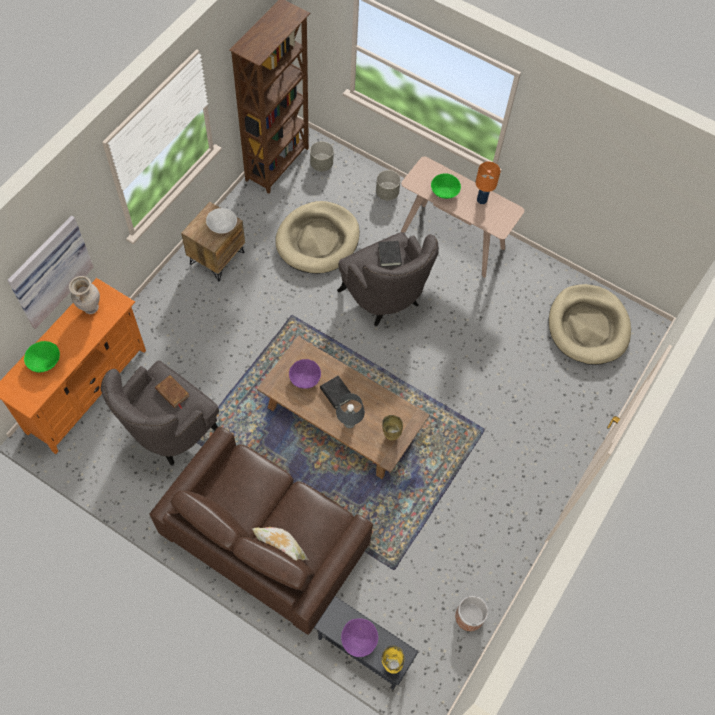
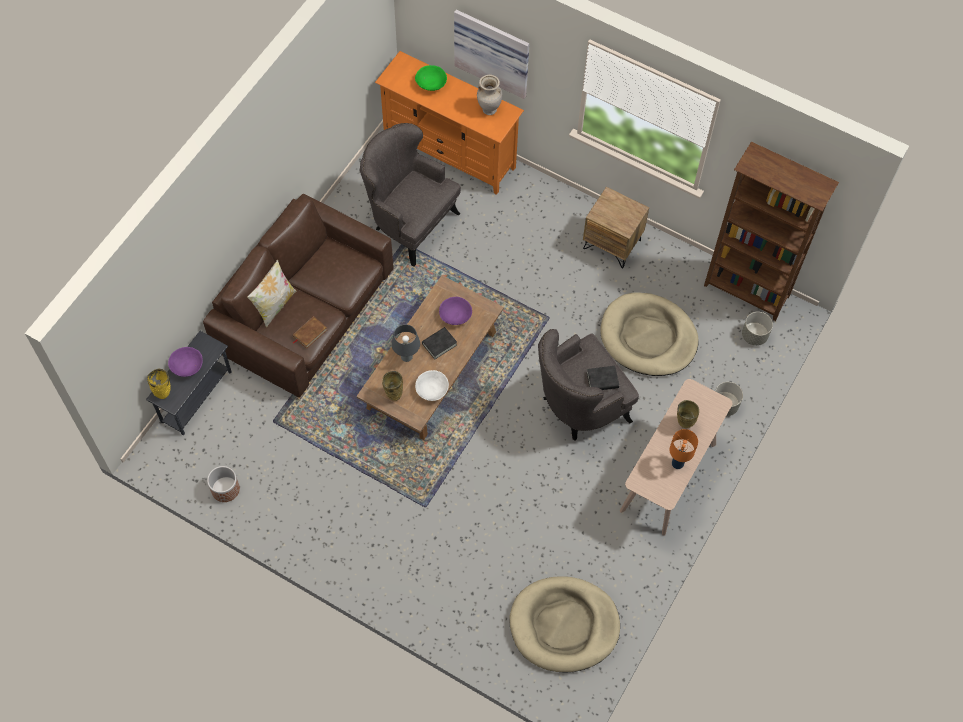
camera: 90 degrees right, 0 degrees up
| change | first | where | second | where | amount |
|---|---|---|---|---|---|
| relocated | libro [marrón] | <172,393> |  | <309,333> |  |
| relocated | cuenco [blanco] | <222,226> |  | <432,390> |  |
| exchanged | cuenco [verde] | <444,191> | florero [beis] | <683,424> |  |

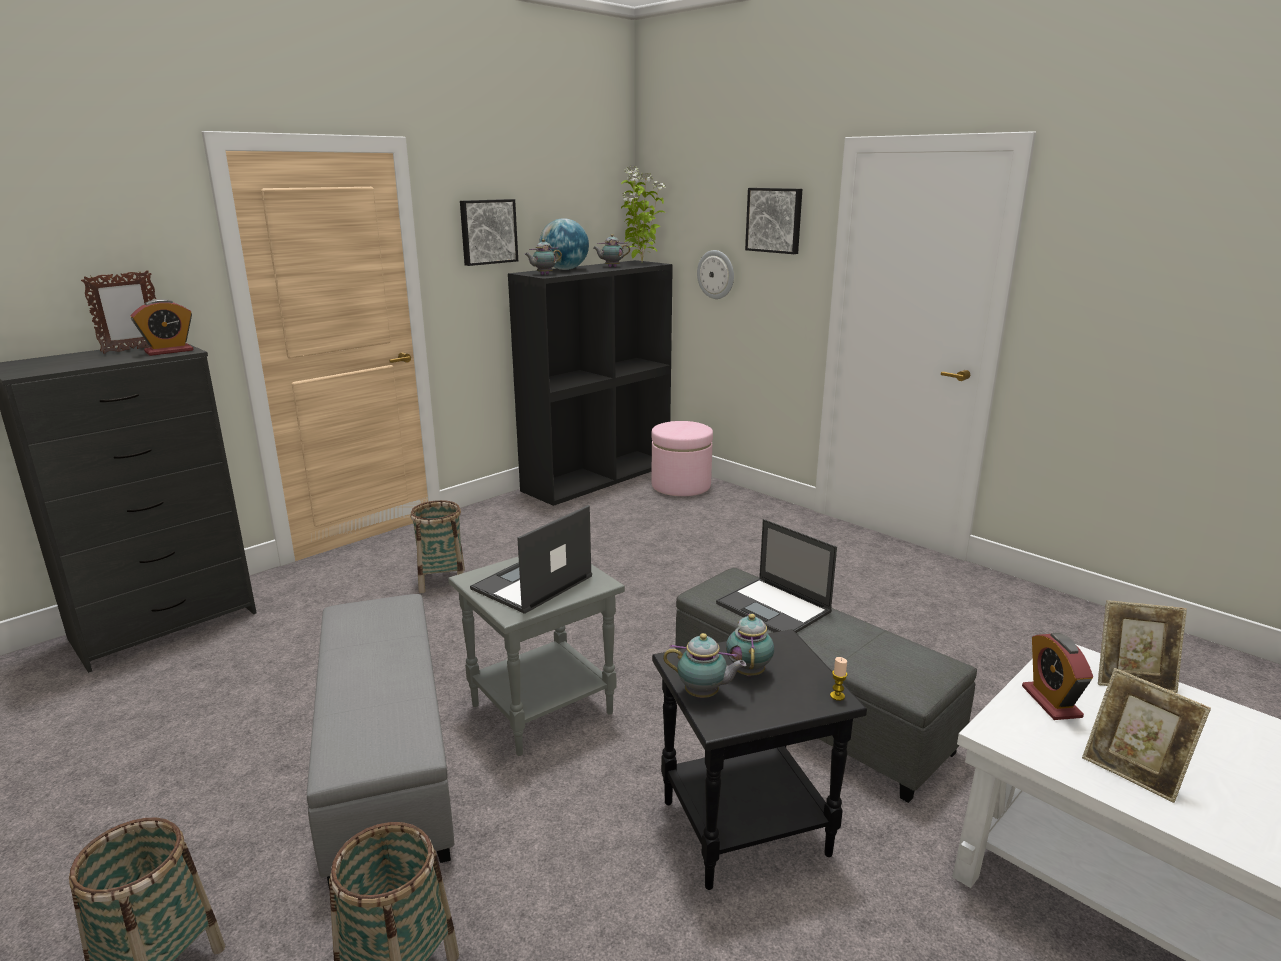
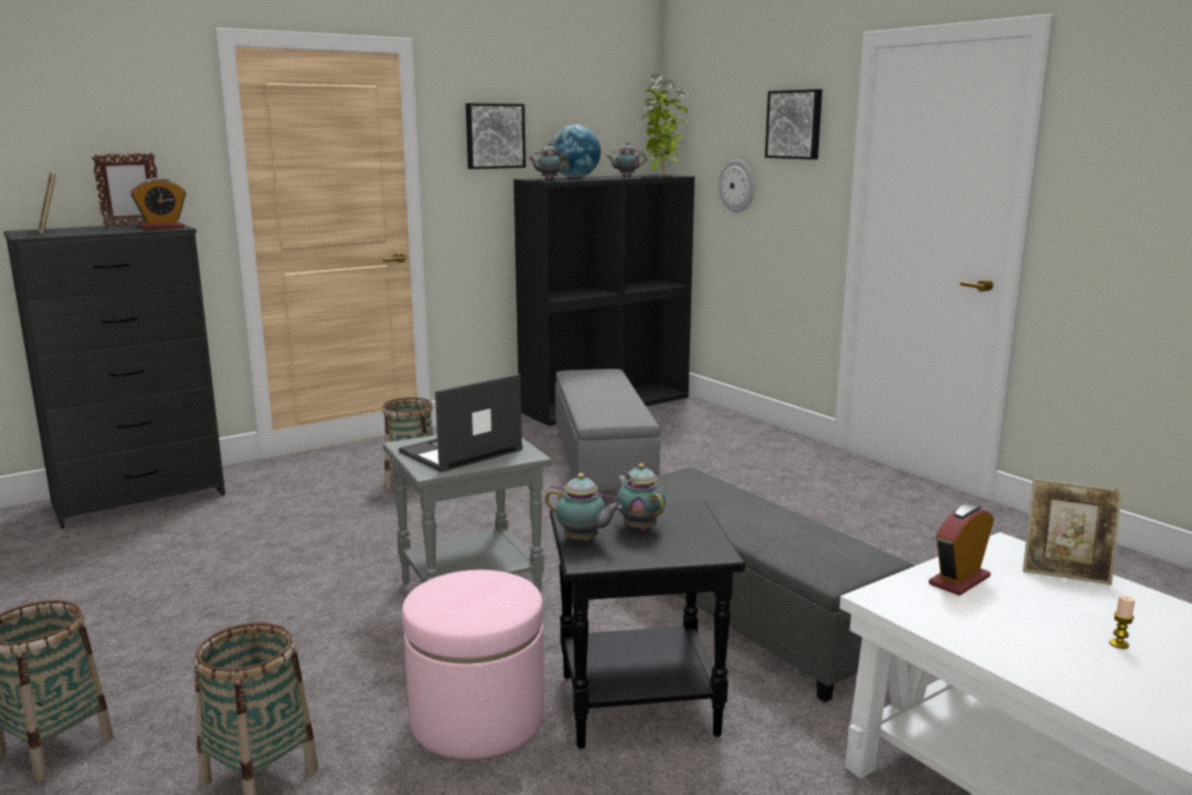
camera: 10 degrees right, 5 degrees down
| change | first | where | second | where | amount |
|---|---|---|---|---|---|
| relocated | portarretratos | <1133,773> |  | <51,231> |  |
| relocated | puf [rosa] | <681,485> |  | <477,719> |  |
| relocated | puf [gris] | <384,763> |  | <601,464> |  |
| spun | tetera | <749,671> |  | <639,527> | 45 degrees counterclockwise |
| spun | despertador | <1051,702> |  | <959,580> | 45 degrees clockwise |
| relocated | vela | <837,696> |  | <1119,644> |  |
| missing | portátil | <774,608> |  |  |  |

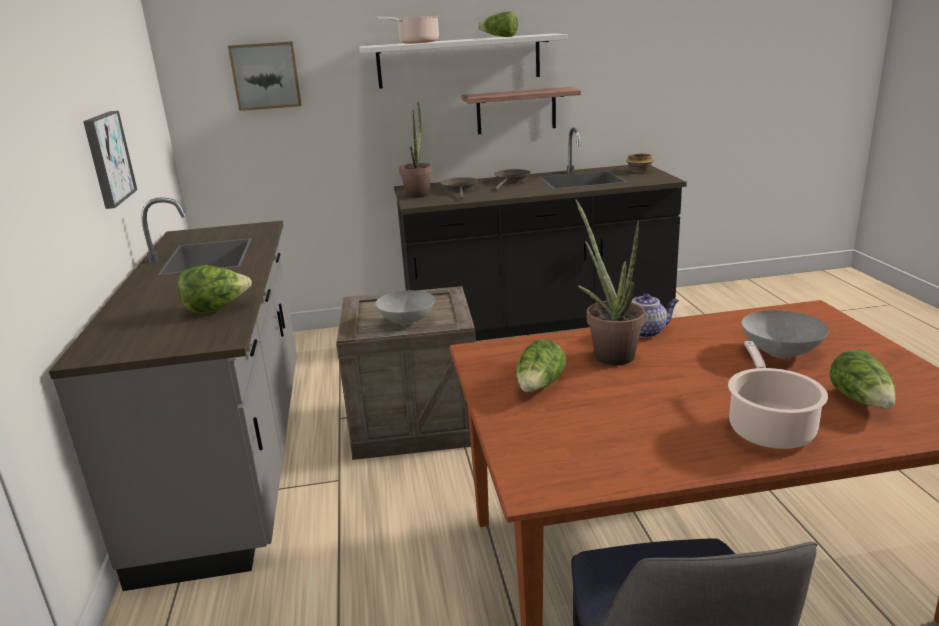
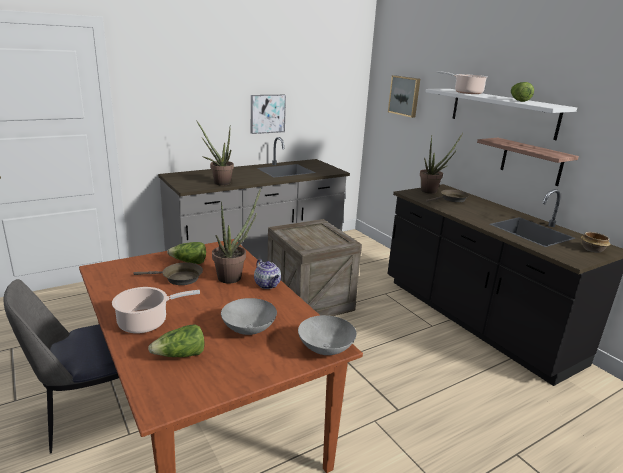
camera: 65 degrees right, 0 degrees up
| change | first | where | second | where | amount |
|---|---|---|---|---|---|
| relocated | sartén [marrón] | <511,181> |  | <179,278> |  |
| exchanged | lechuga | <216,309> | planta en maceta | <219,182> |  |
| relocated | cuenco [gris] | <406,321> |  | <326,349> |  |

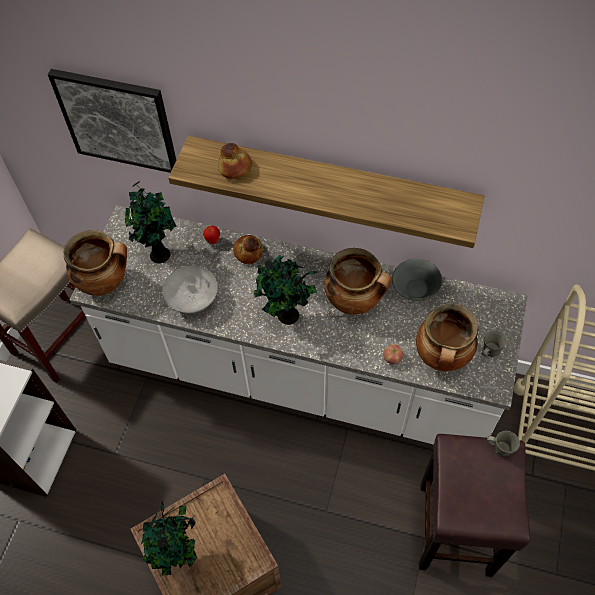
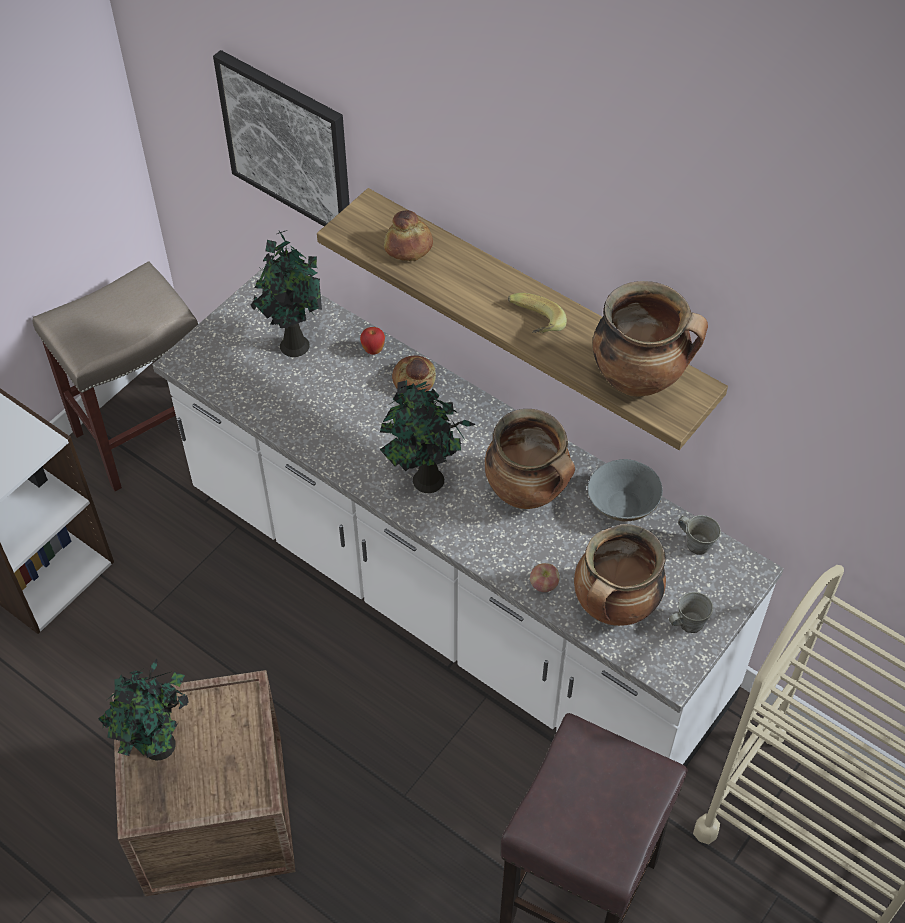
camera: 20 degrees right, 5 degrees down
| change | first | where | second | where | amount |
|---|---|---|---|---|---|
| appeared |  |  | plátano | <531,328> |  |
| relocated | olla | <105,282> |  | <639,379> |  |
| relocated | taza grande [gris] | <500,448> |  | <696,543> |  |
| missing | cuenco [gris] | <192,300> |  |  |  |

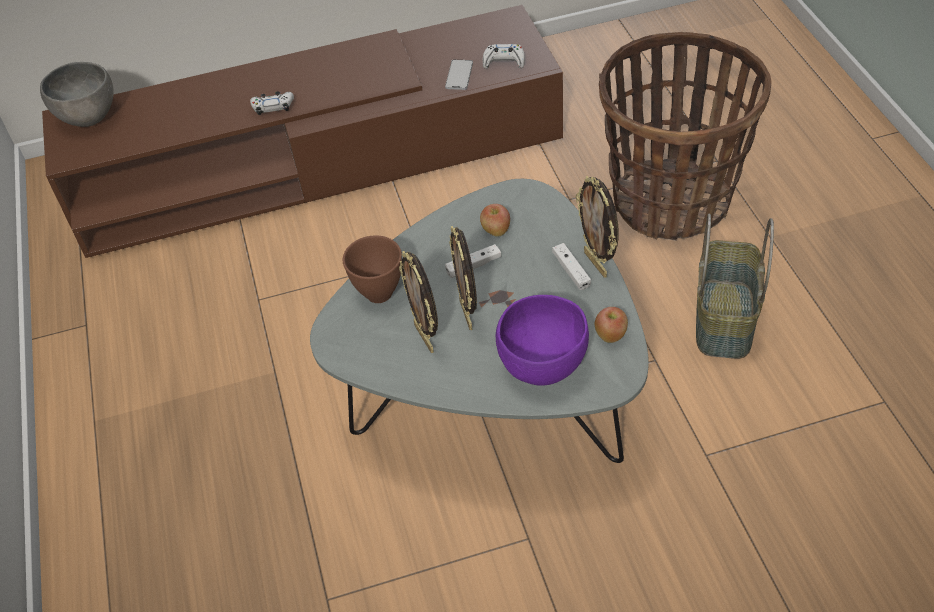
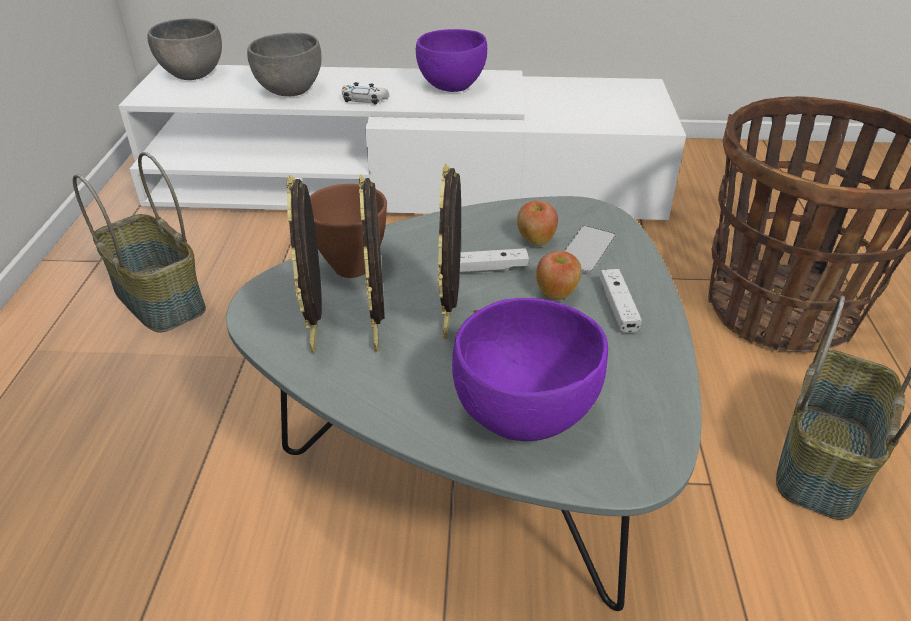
camera: 15 degrees right, 10 degrees down
| change | first | where | second | where | amount |
|---|---|---|---|---|---|
| appeared |  |  | cesta | <161,298> |  |
| colour | mueble de televisión [marrón] | <317,162> | mueble de televisión [blanco] | <405,184> |  |
| appeared |  |  | cuenco [gris] | <289,91> |  |
| relocated | portarretratos | <596,264> |  | <317,332> |  |
| appeared |  |  | cuenco [morado] | <451,86> |  |
| relocated | manzana | <611,335> |  | <557,294> |  |
| relocated | móvil | <459,75> |  | <586,251> |  |
| missing | mando de consola [blanco] | <504,61> |  |  |  |

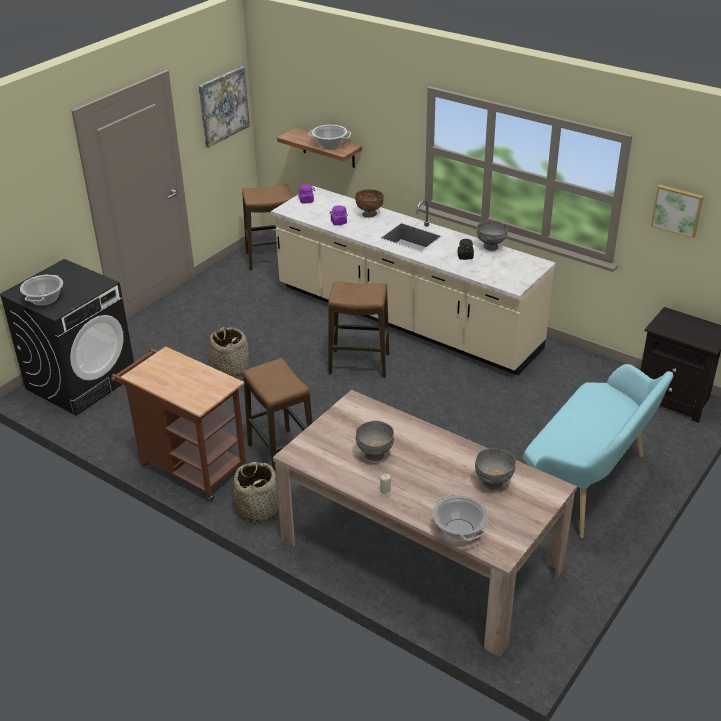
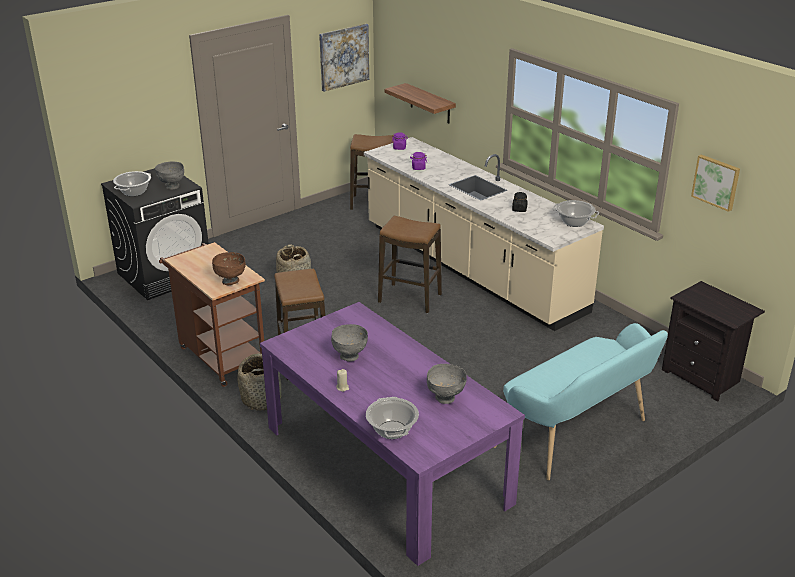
camera: 15 degrees right, 5 degrees down
| change | first | where | second | where | amount |
|---|---|---|---|---|---|
| relocated | cuenco [gris] | <490,247> |  | <172,186> |  |
| relocated | cuenco [marrón] | <369,214> |  | <230,281> |  |
| colour | mesa de comedor [beis] | <419,554> | mesa de comedor [morado] | <386,464> |  |
| relocated | olla | <330,145> |  | <574,222> |  |

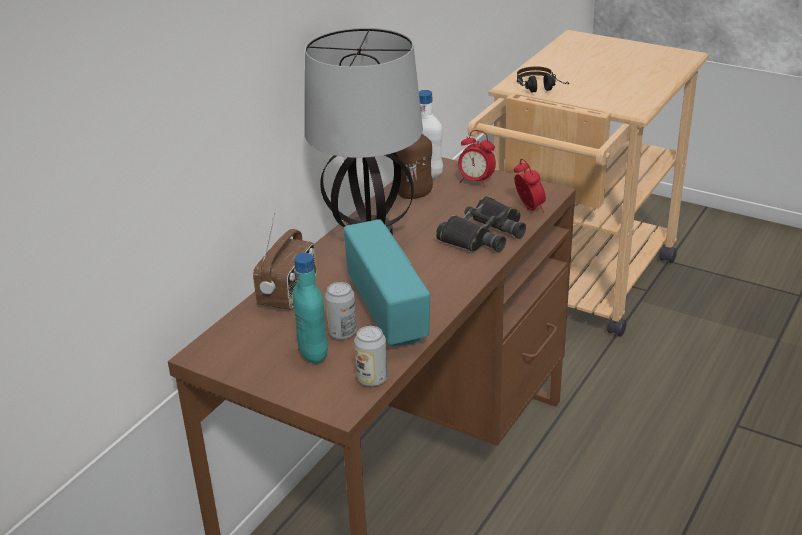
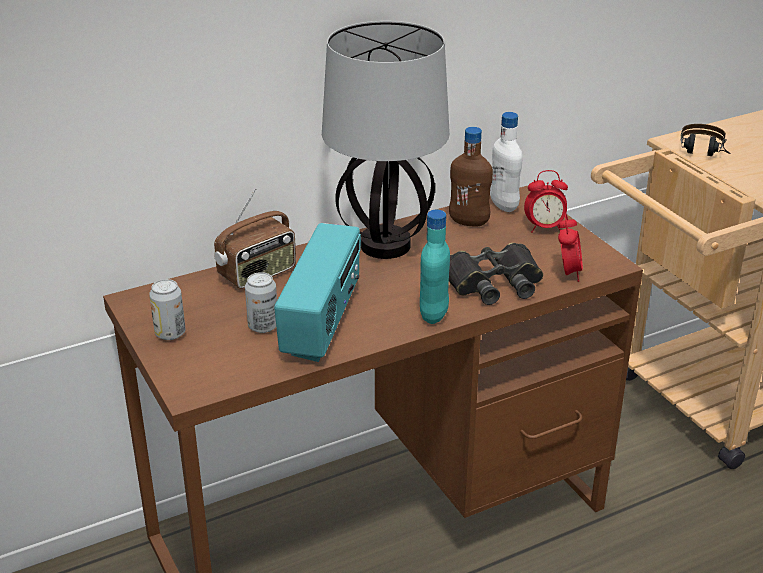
camera: 30 degrees right, 0 degrees up
| change | first | where | second | where | amount |
|---|---|---|---|---|---|
| relocated | lata | <372,379> |  | <170,333> |  |
| relocated | botella [turquesa] | <313,354> |  | <433,314> |  |
| spun | despertador | <475,181> |  | <544,228> | 60 degrees counterclockwise |

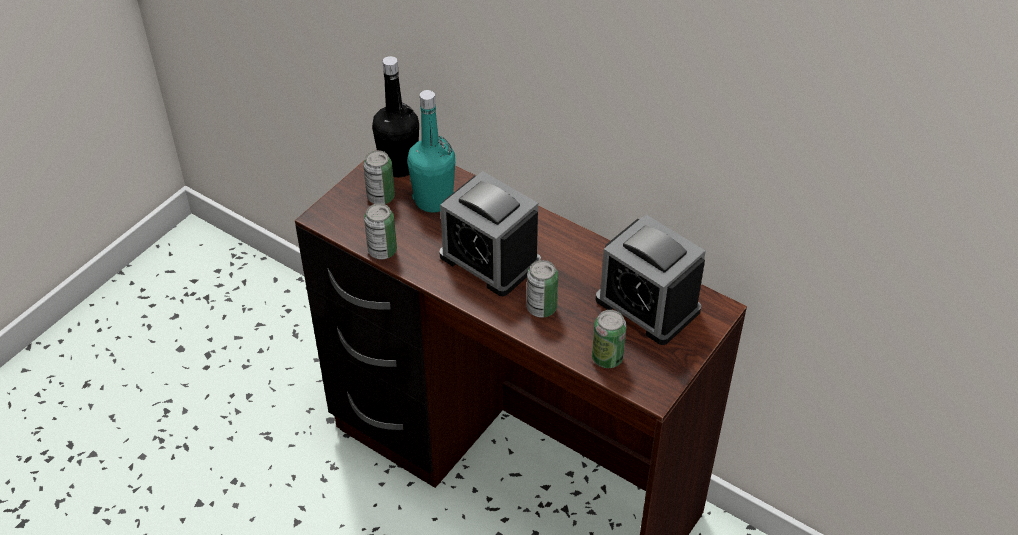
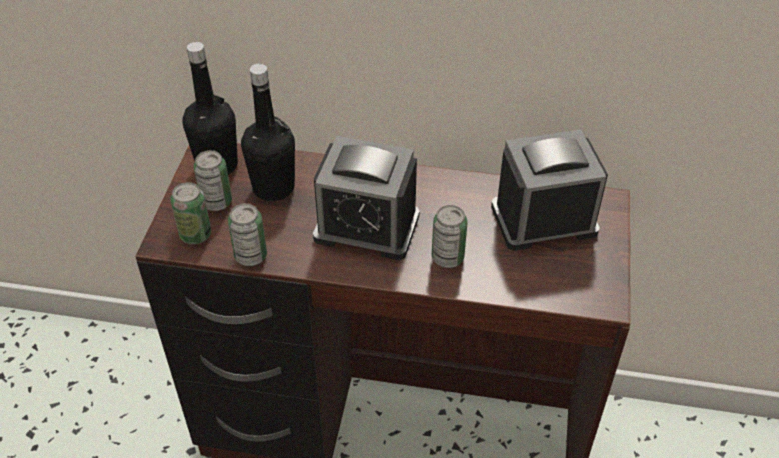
camera: 25 degrees left, 0 degrees up
| change | first | where | second | where | amount |
|---|---|---|---|---|---|
| relocated | lata | <607,358> |  | <195,234> |  |
| colour | botella [turquesa] | <433,200> | botella [negro] | <273,188> |  |
| spun | despertador | <647,305> |  | <544,219> | 150 degrees clockwise |

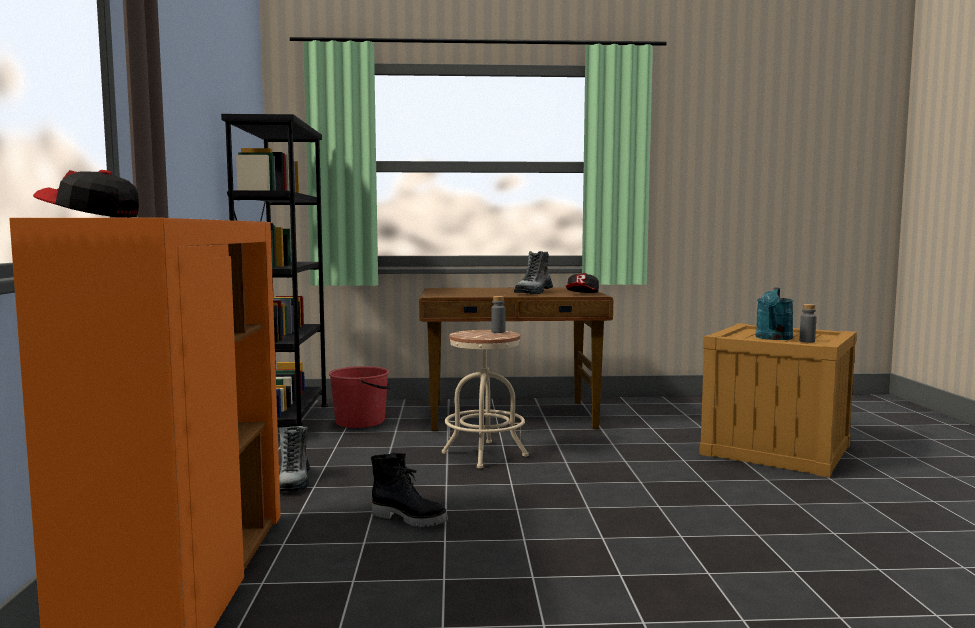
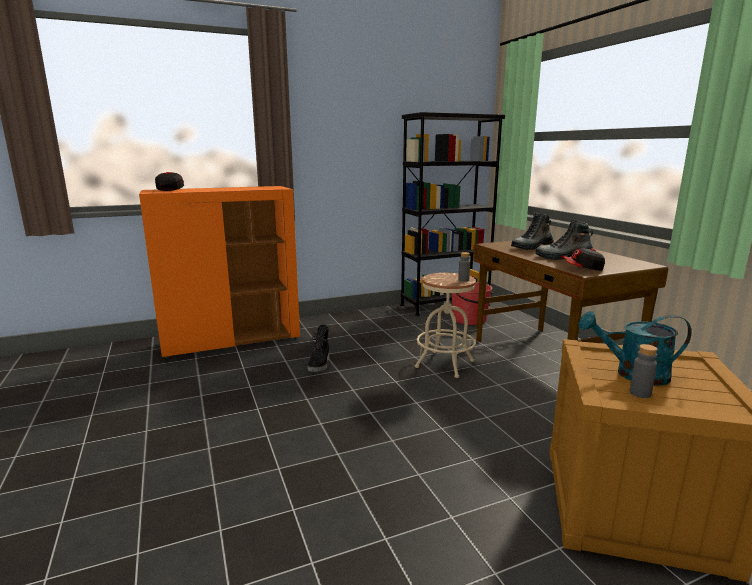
camera: 70 degrees right, 10 degrees up
| change | first | where | second | where | amount |
|---|---|---|---|---|---|
| relocated | bota | <294,482> |  | <532,247> |  |

